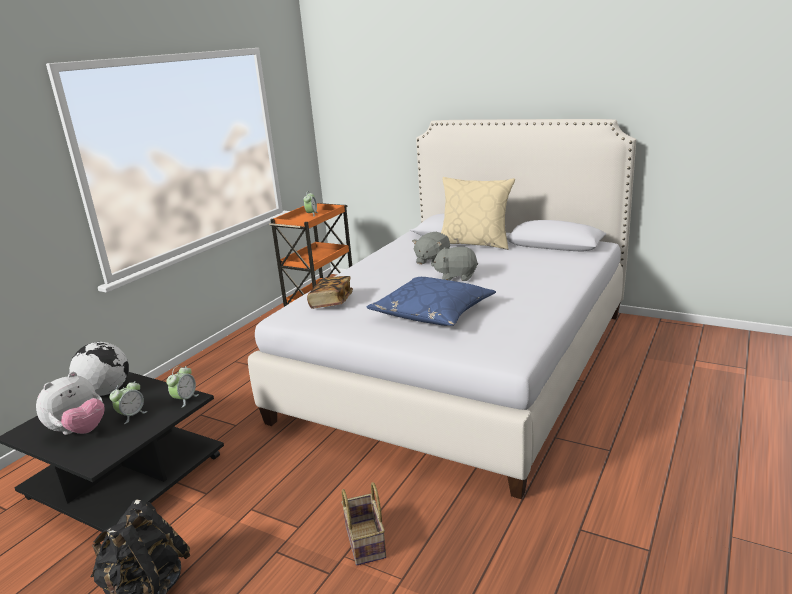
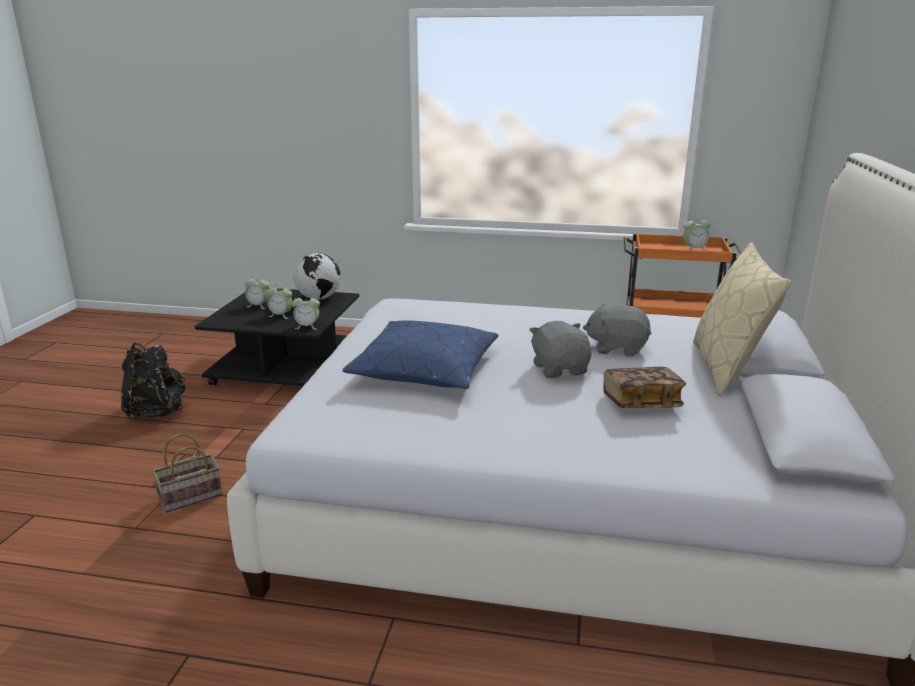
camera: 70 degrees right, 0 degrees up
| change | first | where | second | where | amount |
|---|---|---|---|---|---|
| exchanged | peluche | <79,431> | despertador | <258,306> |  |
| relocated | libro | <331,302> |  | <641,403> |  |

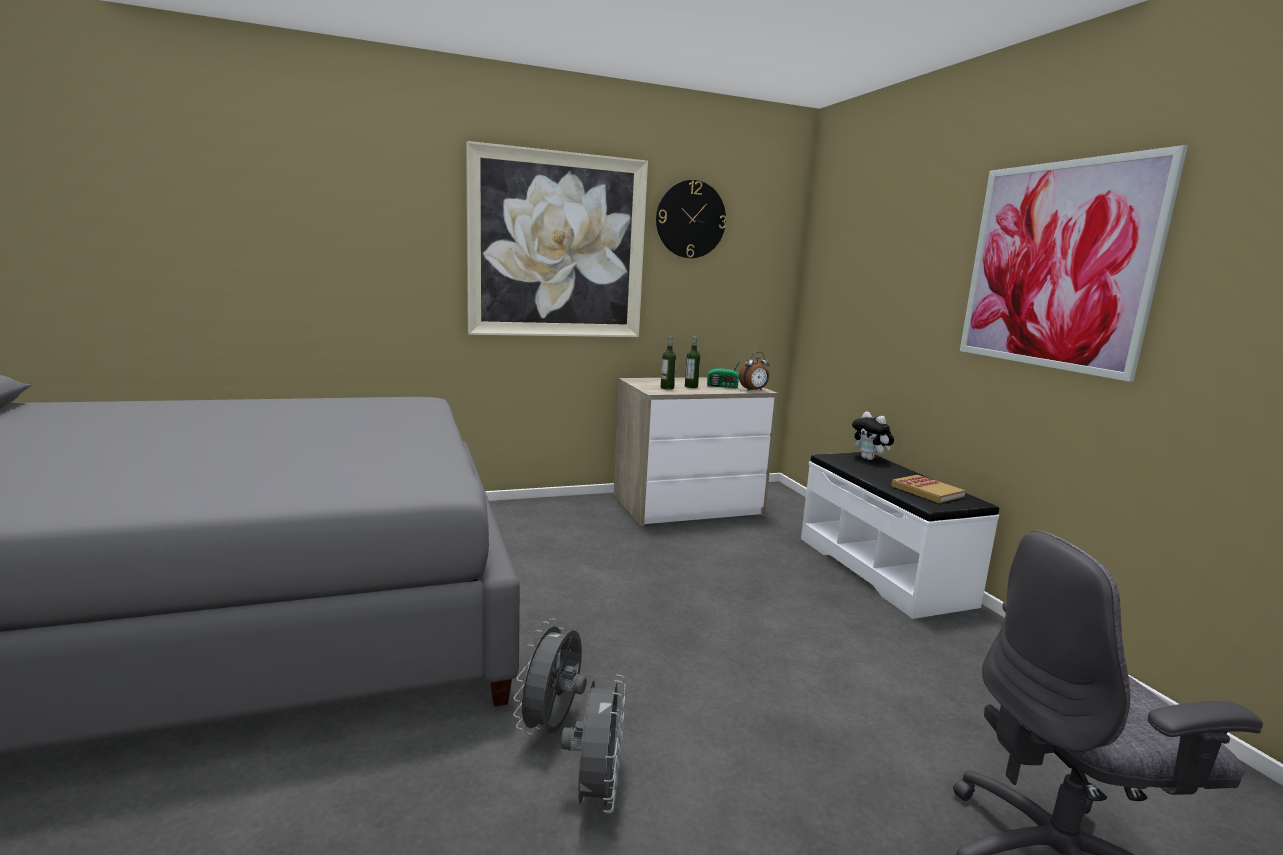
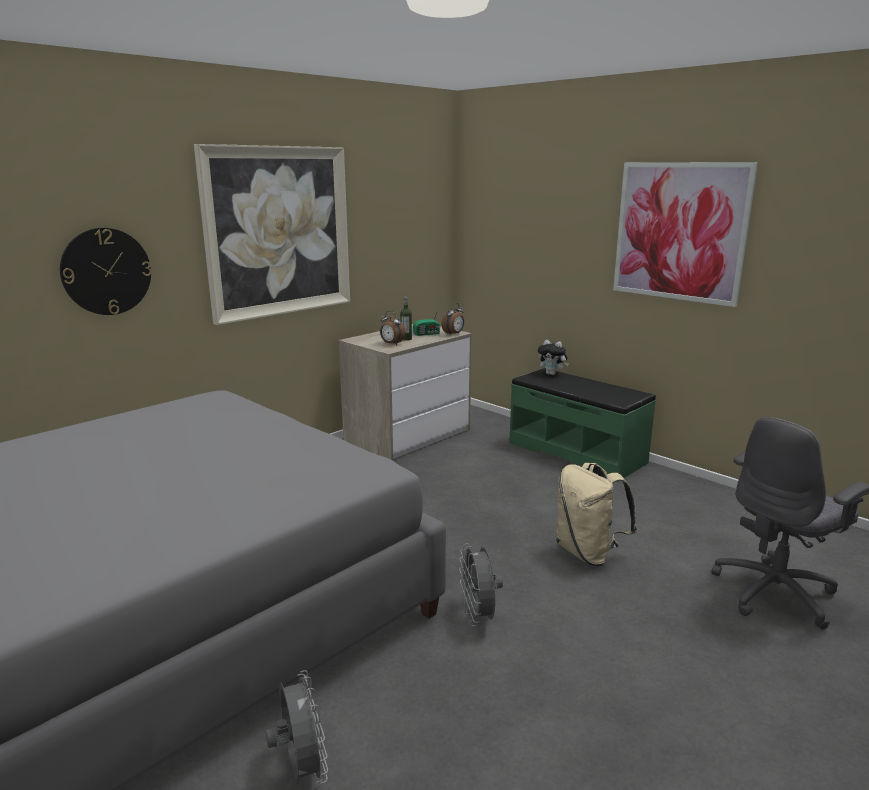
camera: 25 degrees left, 5 degrees up
| change | first | where | second | where | amount |
|---|---|---|---|---|---|
| relocated | reloj de pared | <690,219> |  | <106,271> |  |
| relocated | ventilador [gris] | <596,794> |  | <301,770> |  |
| exchanged | botella | <667,388> | despertador | <391,344> |  |
| colour | banco [blanco] | <883,570> | banco [verde] | <577,452> |  |
| appeared |  |  | mochila [beis] | <588,553> |  |
| missing | libro | <927,491> |  |  |  |

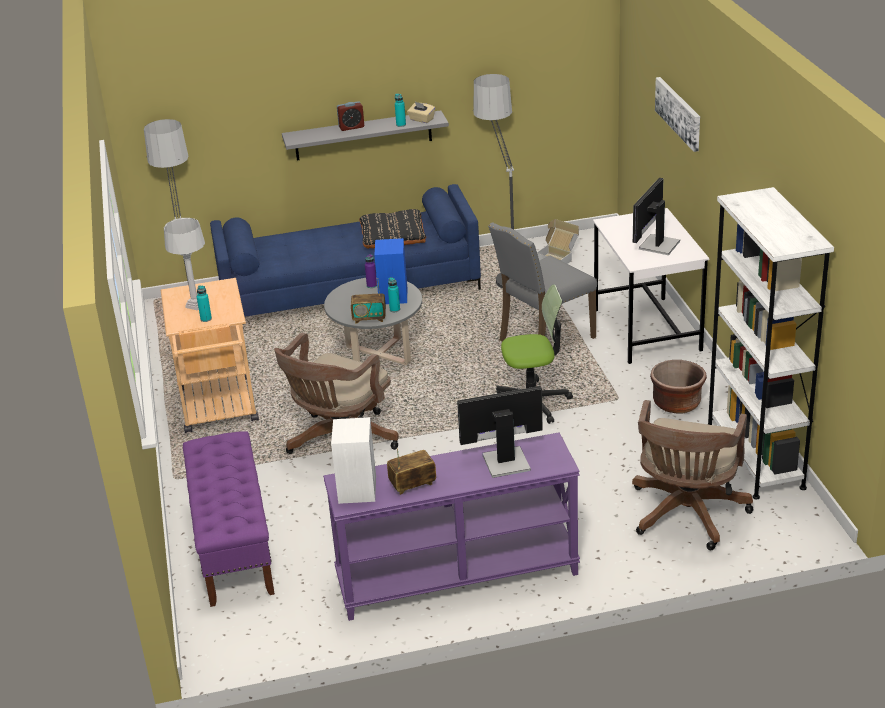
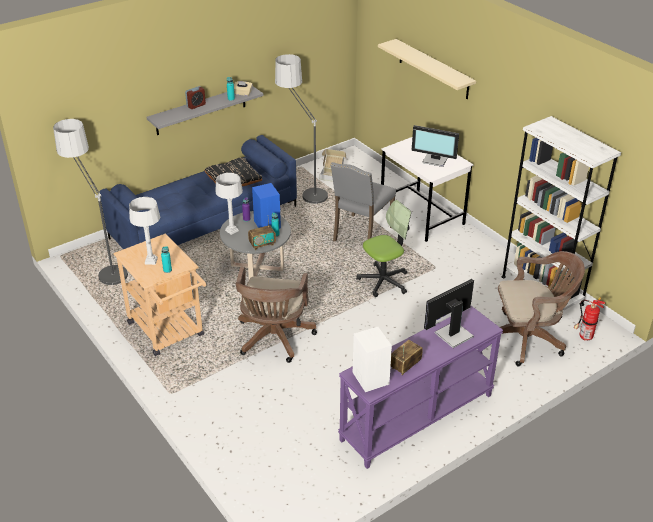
camera: 25 degrees left, 5 degrees up
| change | first | where | second | where | amount |
|---|---|---|---|---|---|
| appeared |  |  | lámpara de mesa [gris] | <232,230> |  |
| exchanged | cuadro | <679,113> | estante [beis] | <433,69> |  |
| spun | monitor | <657,245> |  | <435,160> | 75 degrees counterclockwise |
| spun | silla de oficina [marrón] | <686,516> |  | <528,339> | 90 degrees counterclockwise |
| appeared |  |  | extintor | <584,337> |  |
| missing | banco [morado] | <233,545> |  |  |  |
| missing | maceta [marrón] | <676,403> |  |  |  |

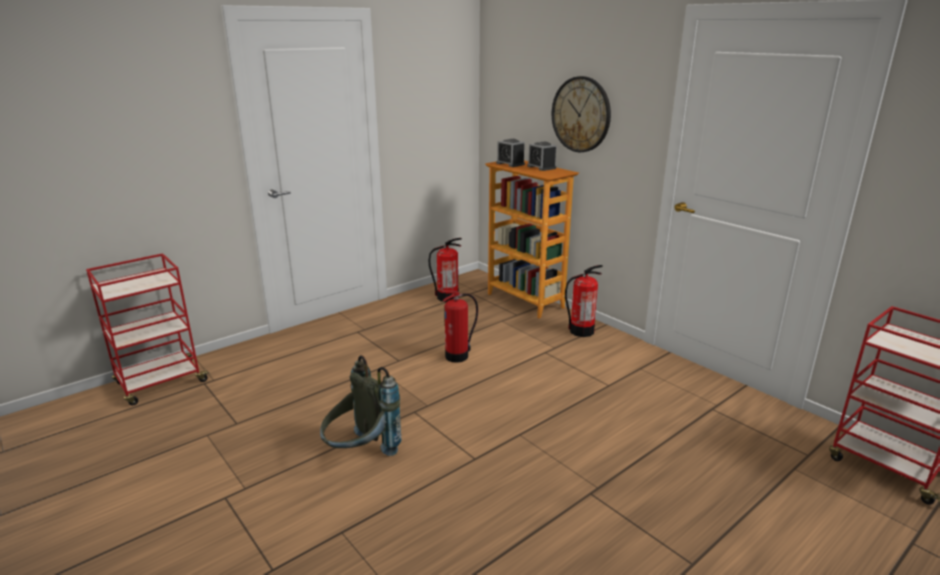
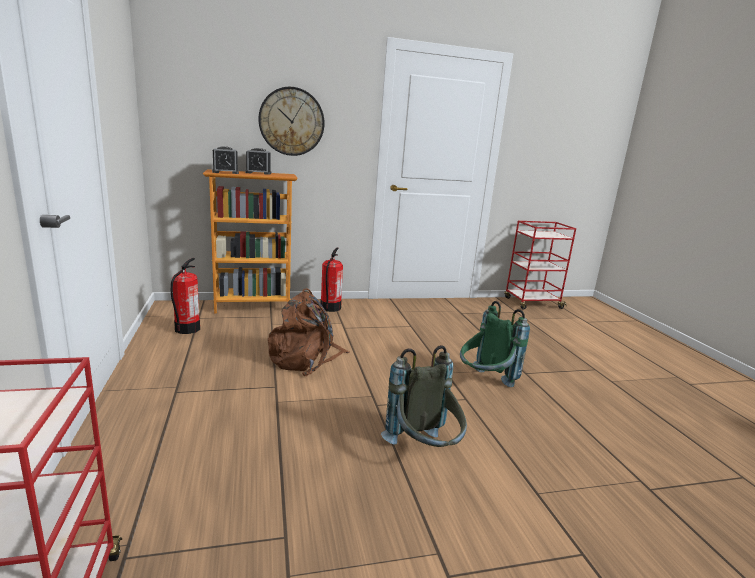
camera: 65 degrees left, 5 degrees down
| change | first | where | second | where | amount |
|---|---|---|---|---|---|
| exchanged | extintor | <458,356> | mochila [marrón] | <306,358> |  |
| appeared |  |  | mochila [verde] | <484,383> |  |

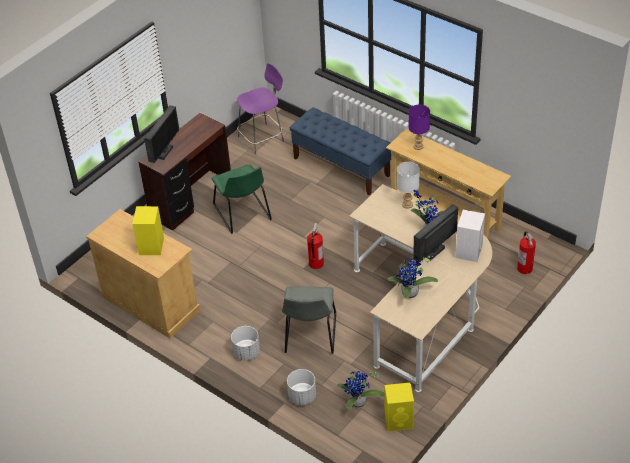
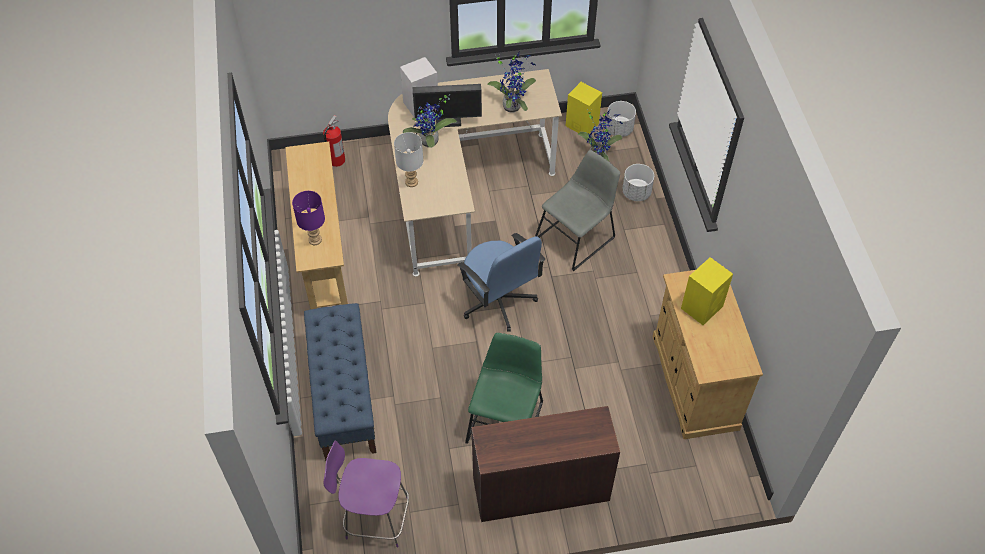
camera: 140 degrees left, 10 degrees up
| change | first | where | second | where | amount |
|---|---|---|---|---|---|
| exchanged | extintor | <315,264> | silla de oficina [azul] | <498,301> |  |
| relocated | maceta [blanco] | <247,352> |  | <619,129> |  |
| missing | monitor | <164,152> |  |  |  |

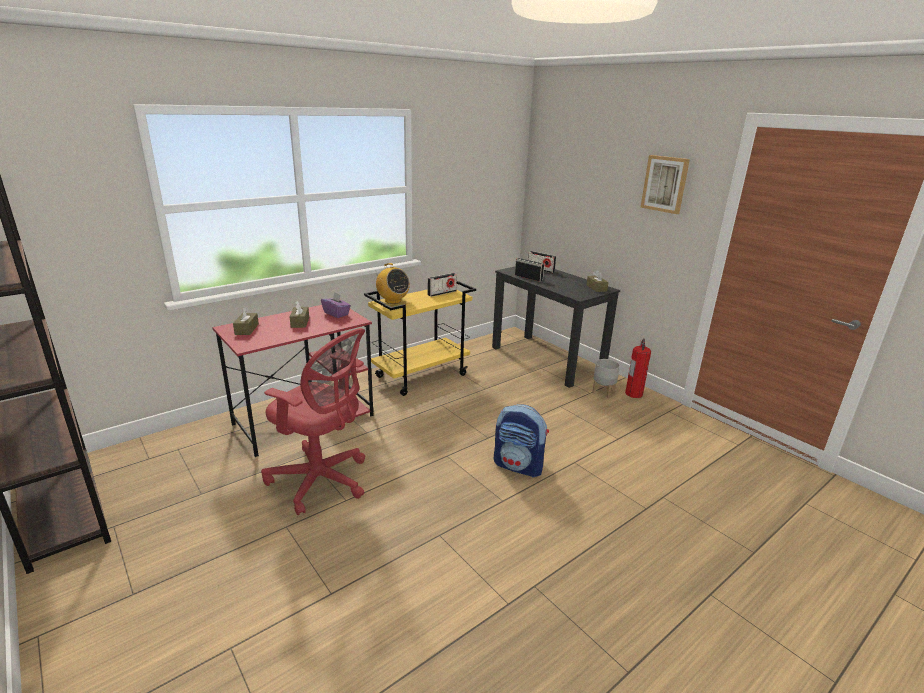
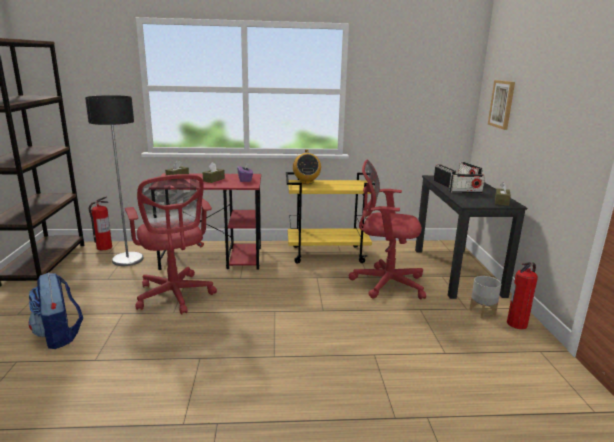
camera: 35 degrees right, 5 degrees down
| change | first | where | second | where | amount |
|---|---|---|---|---|---|
| relocated | mochila | <519,466> |  | <59,336> |  |
| appeared |  |  | lámpara de pie | <128,259> |  |
| appeared |  |  | extintor | <104,247> |  |
| appeared |  |  | silla de oficina [rojo] | <385,283> |  |
| relocated | radio | <442,293> |  | <465,192> |  |
| relocated | cuadro | <665,184> |  | <502,104> |  |

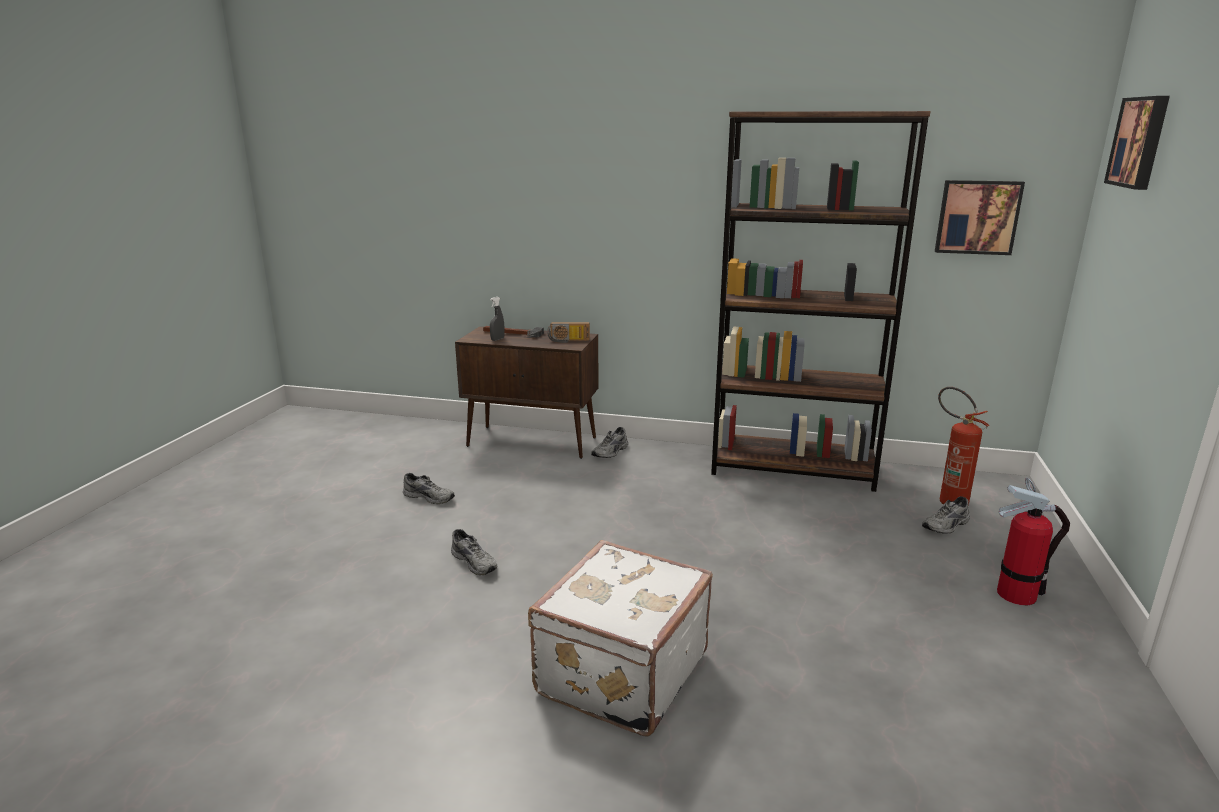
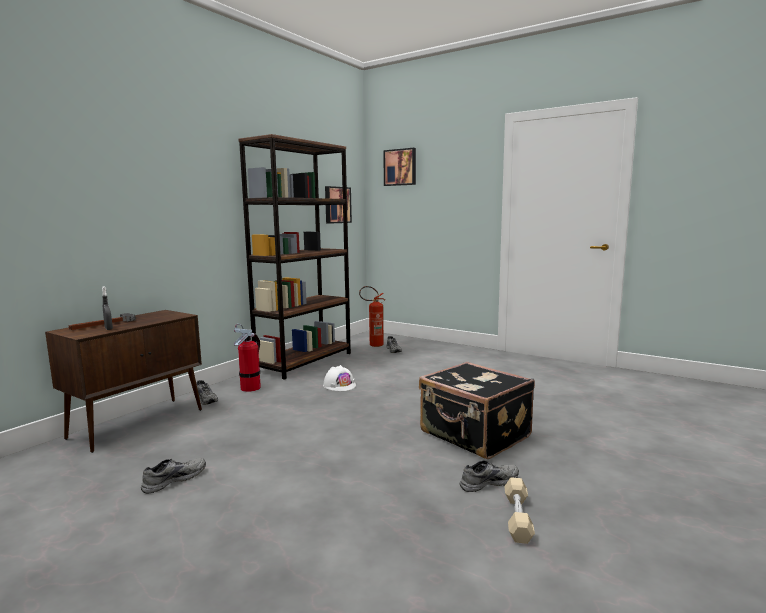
camera: 70 degrees left, 10 degrees down
| change | first | where | second | where | amount |
|---|---|---|---|---|---|
| relocated | extintor | <1016,594> |  | <250,388> |  |
| appeared |  |  | casco [blanco] | <339,385> |  |
| colour | maleta [blanco] | <619,672> | maleta [negro] | <474,435> |  |
| relocated | zapato [gris] | <475,562> |  | <488,482> |  |
| appeared |  |  | mancuerna [beis] | <518,518> |  |
| missing | radio | <568,341> |  |  |  |

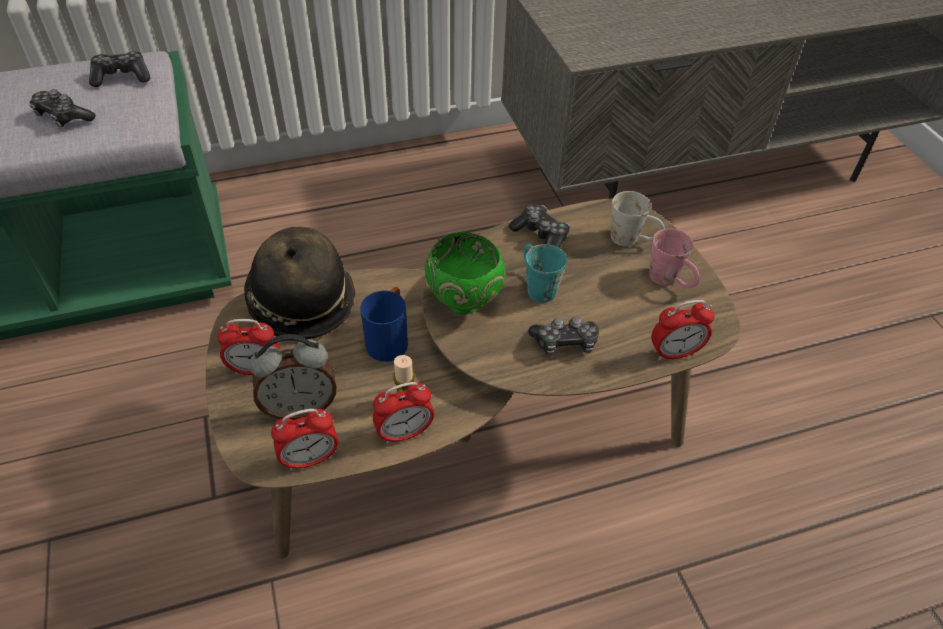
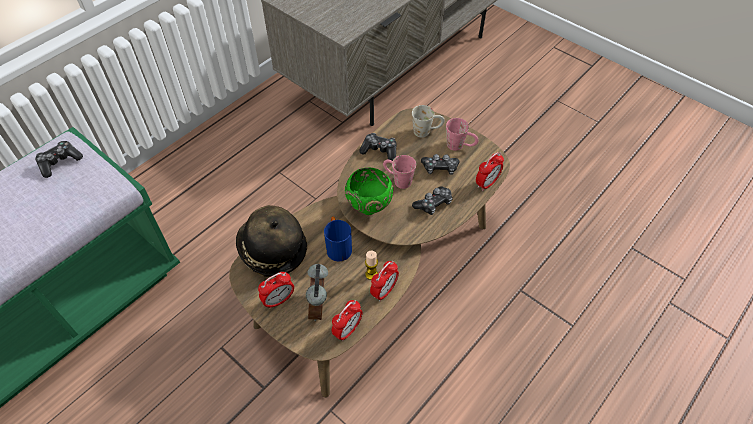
camera: 30 degrees left, 5 degrees up
| change | first | where | second | where | amount |
|---|---|---|---|---|---|
| spun | despertador | <300,406> |  | <320,307> | 135 degrees clockwise |
| colour | taza grande [turquesa] | <536,286> | taza grande [rosa] | <397,180> |  |
| relocated | mando de consola | <63,117> |  | <440,168> |  |

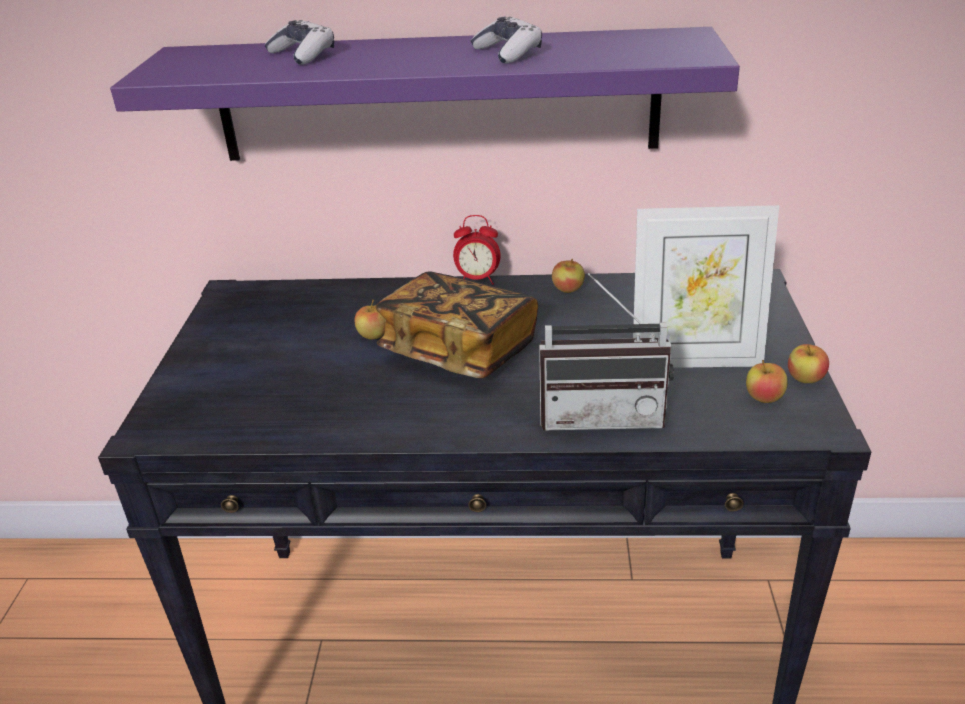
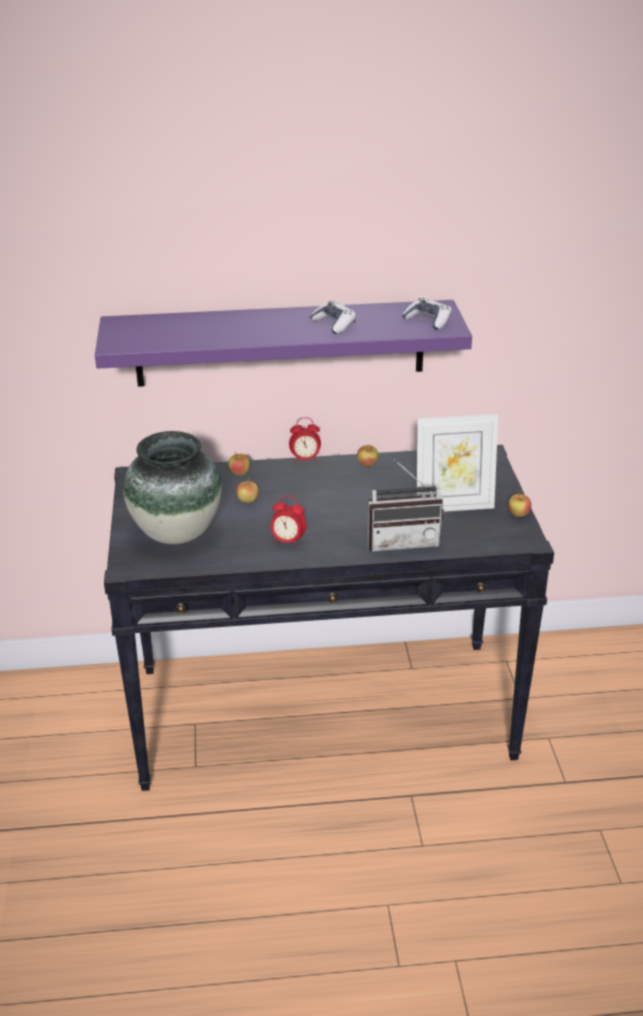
camera: 10 degrees left, 0 degrees up
| change | first | where | second | where | amount |
|---|---|---|---|---|---|
| appeared |  |  | florero | <177,533> |  |
| relocated | manzana | <764,398> |  | <239,473> |  |
| appeared |  |  | despertador | <288,542> |  |
| relocated | mando de consola | <303,55> |  | <428,321> |  |
| missing | libro | <459,350> |  |  |  |

